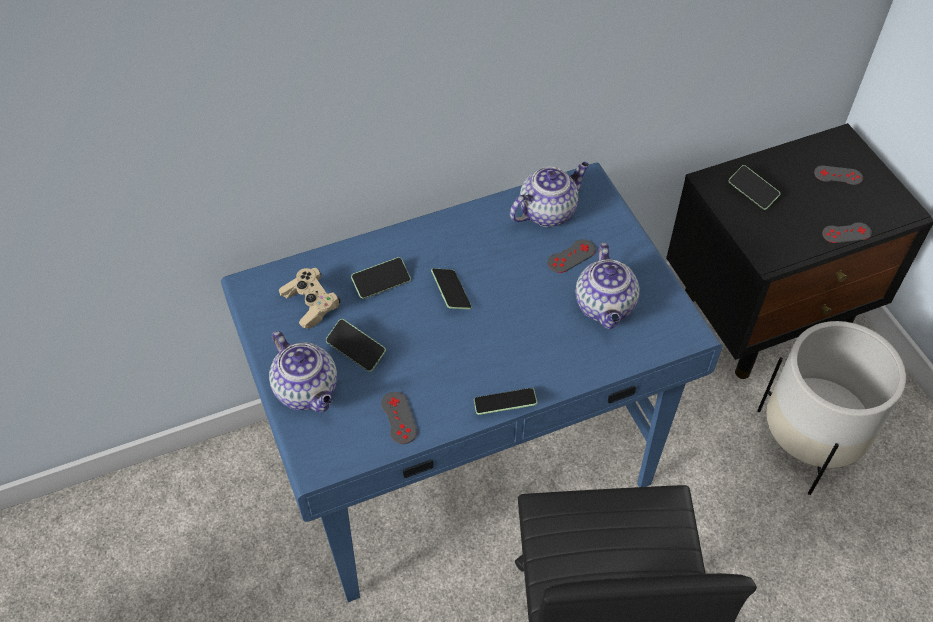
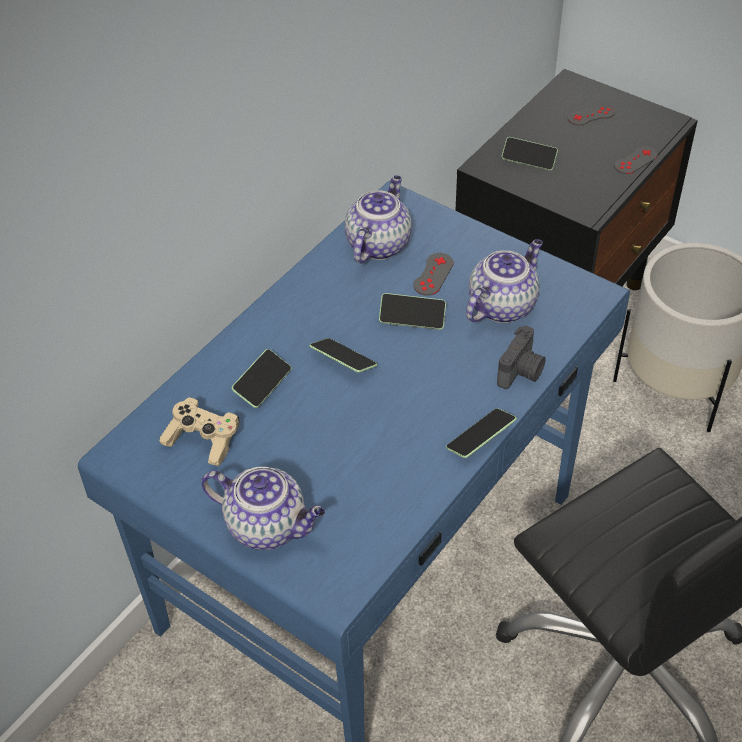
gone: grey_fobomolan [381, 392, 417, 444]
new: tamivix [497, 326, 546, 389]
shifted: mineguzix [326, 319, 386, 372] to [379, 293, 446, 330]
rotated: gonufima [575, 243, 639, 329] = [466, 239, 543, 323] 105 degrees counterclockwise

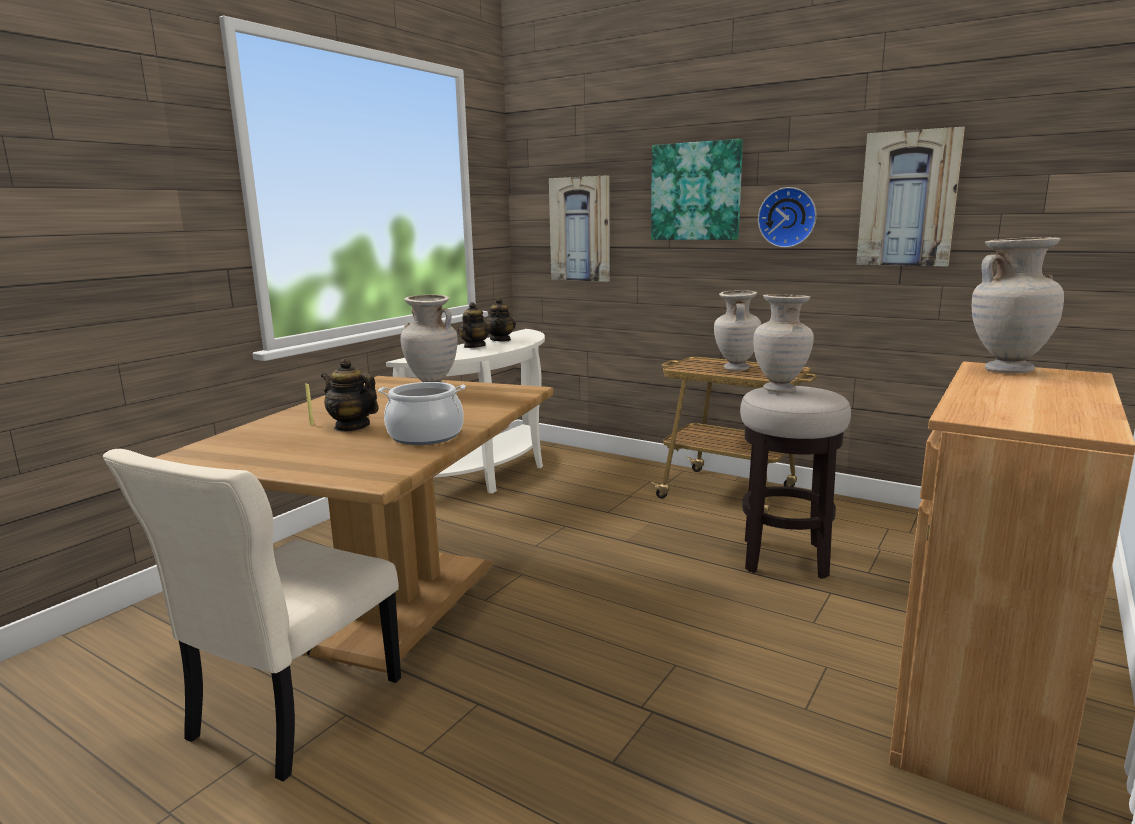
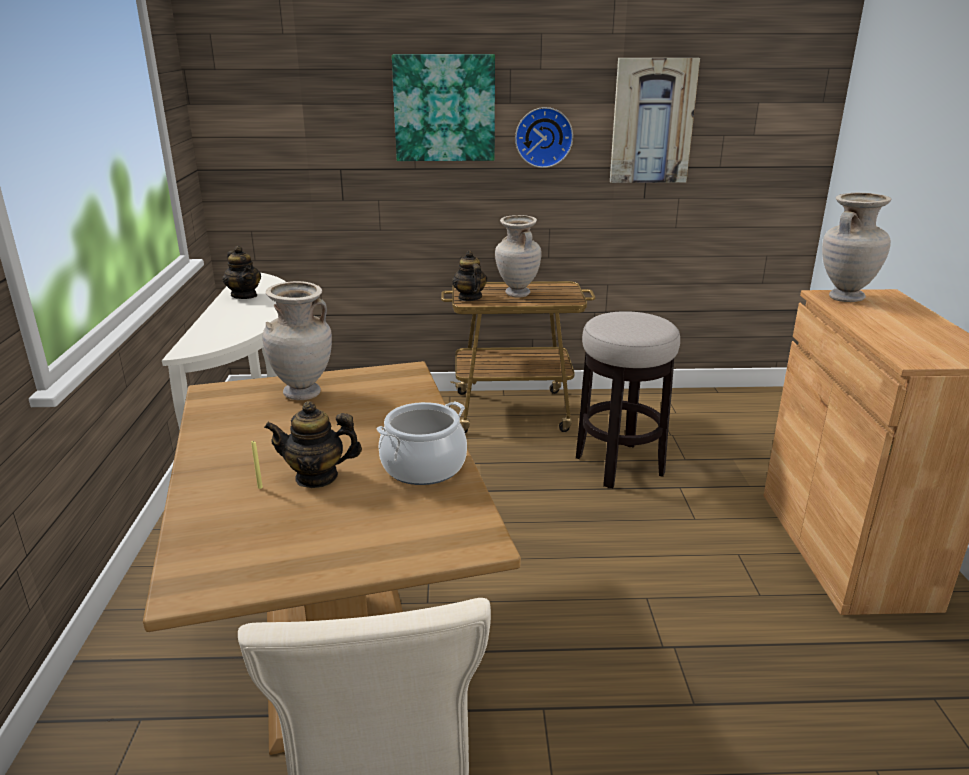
gone: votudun [549, 175, 610, 282]; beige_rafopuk [753, 294, 814, 393]
shifted: gonufima [458, 302, 490, 348] to [452, 250, 487, 301]

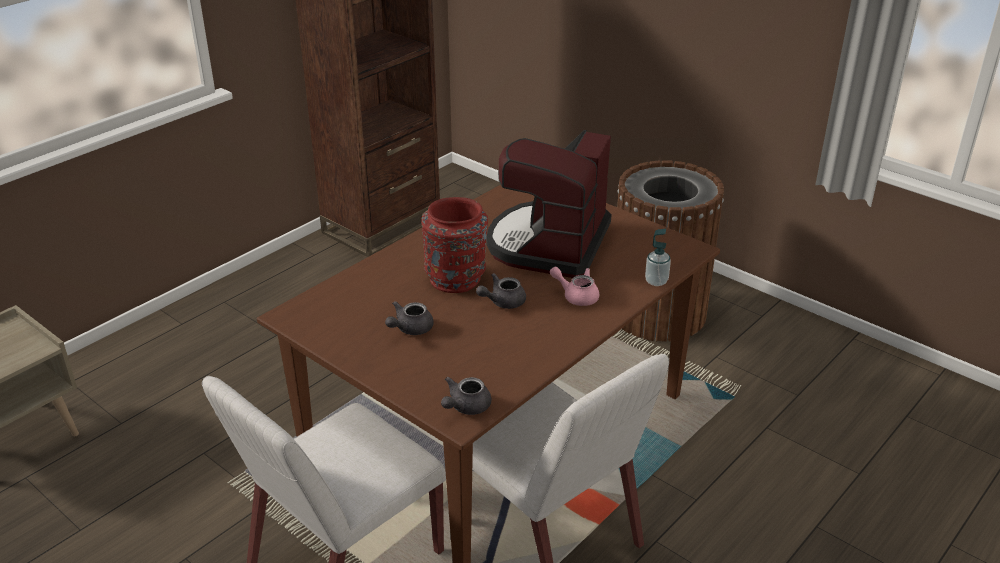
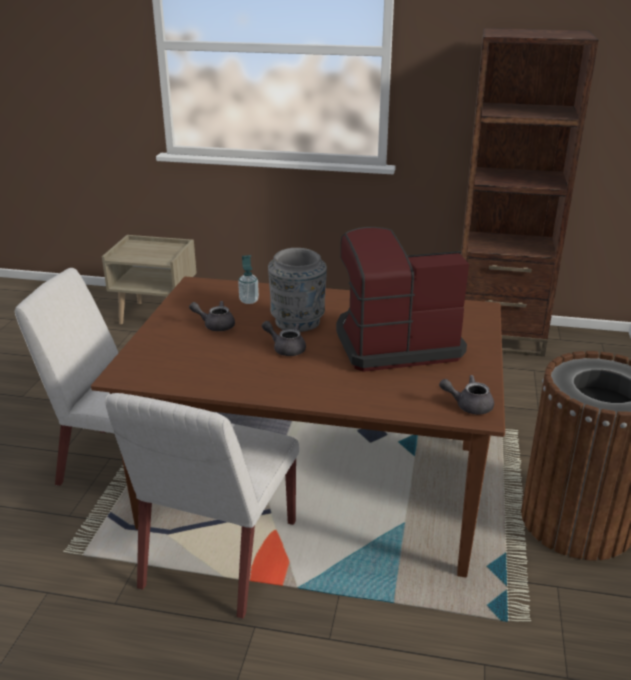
gone: pink_gonufima [550, 267, 599, 306]
shifted: grey_gonufima [441, 377, 491, 415] to [439, 375, 494, 415]; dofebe [645, 229, 671, 286] to [238, 255, 259, 304]
repainted: red_rafopuk [421, 197, 488, 293] to grey_rafopuk [268, 248, 327, 332]

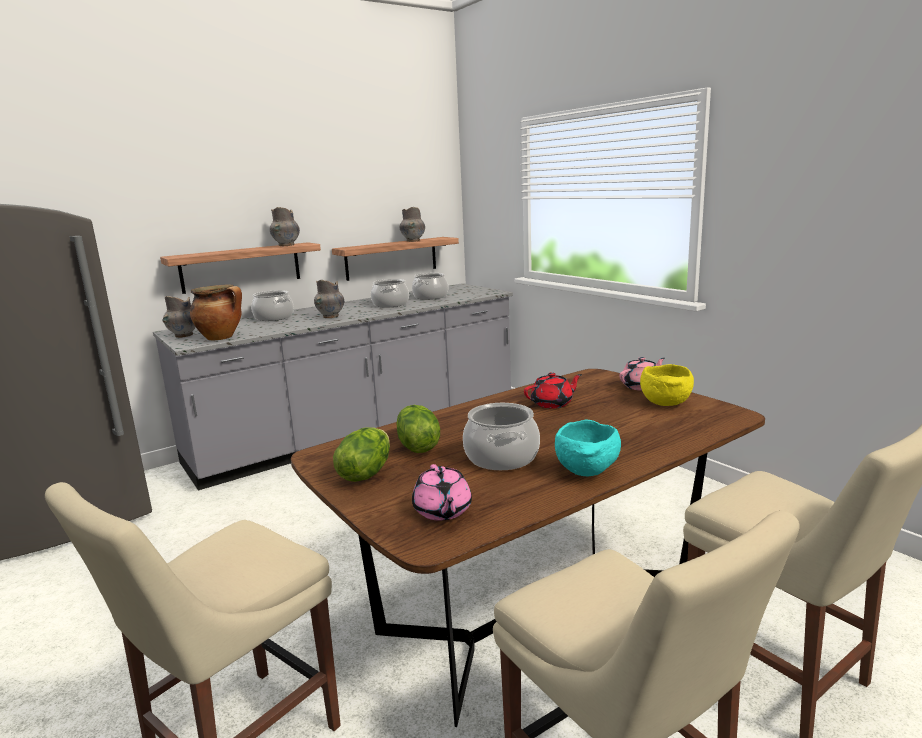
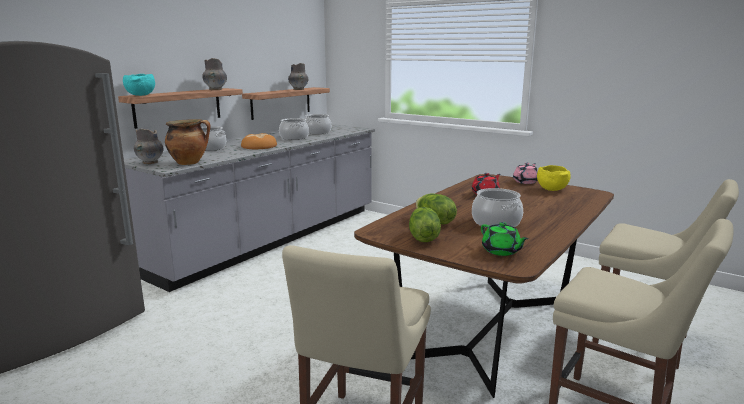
shifted: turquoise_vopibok [555, 420, 621, 476] to [123, 74, 155, 96]
swapped: grey_rafopuk [314, 280, 344, 318] to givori [241, 133, 277, 149]
repainted: pink_gonufima [412, 464, 472, 521] to green_gonufima [481, 222, 529, 256]

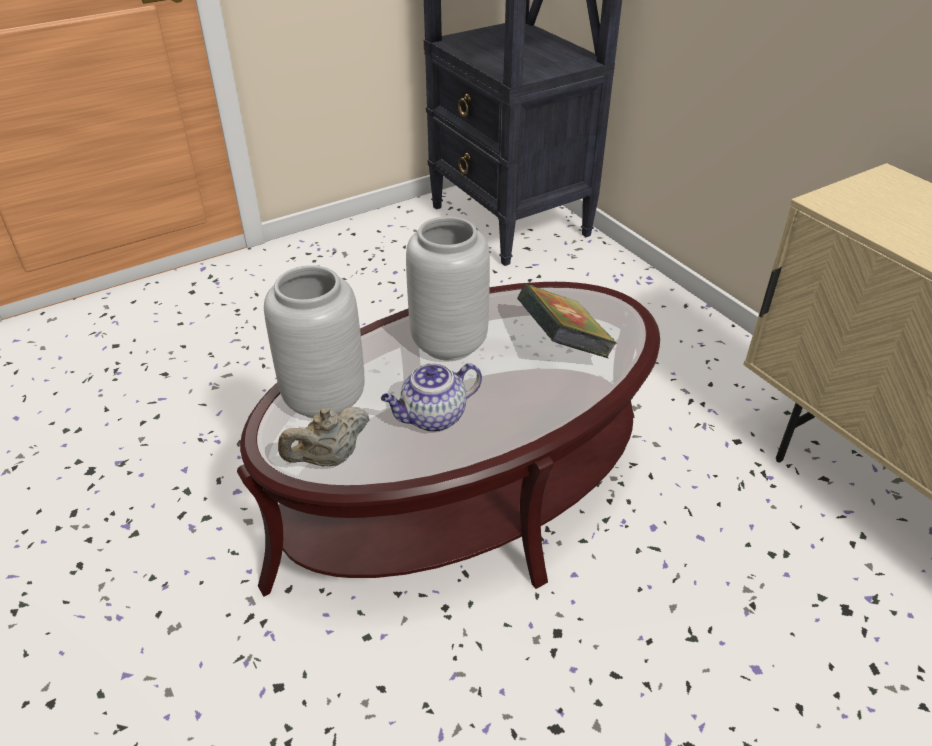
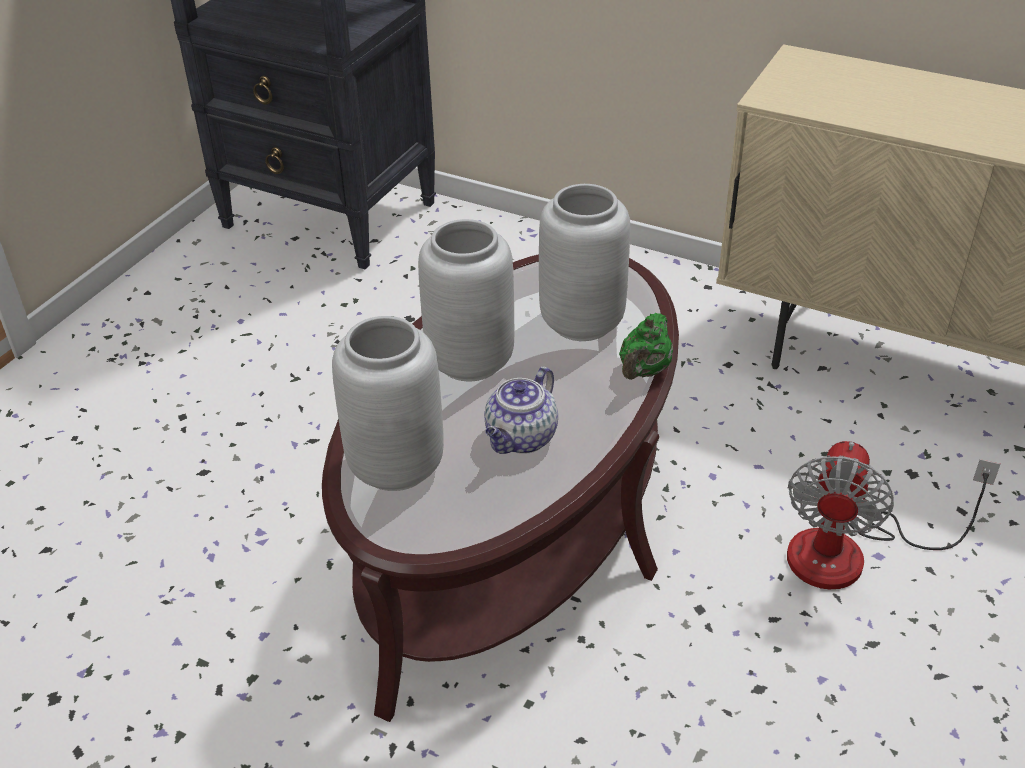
gone: beige_gonufima [278, 407, 369, 467]
new: green_gonufima [619, 313, 673, 380]; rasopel [787, 441, 1001, 589]
swapped: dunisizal [517, 284, 617, 358] to grey_rafopuk [539, 184, 630, 341]

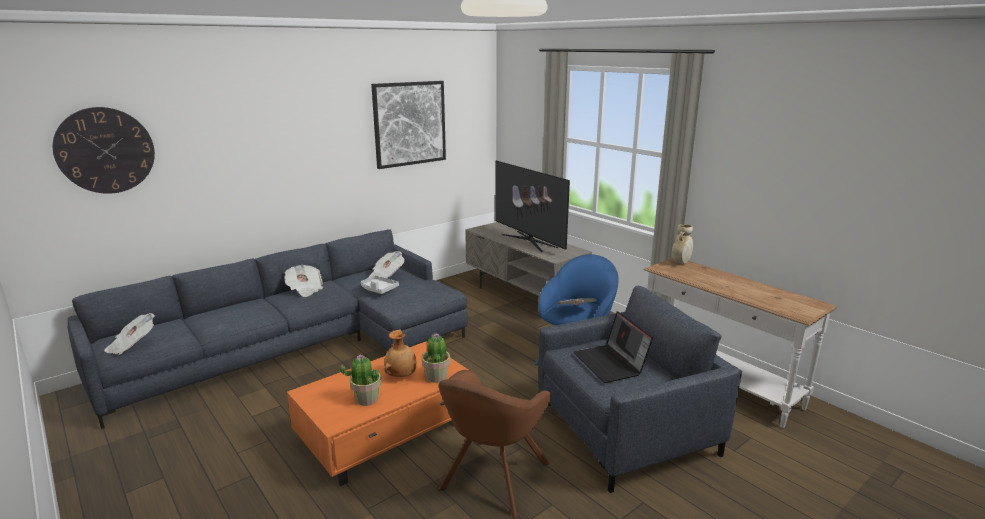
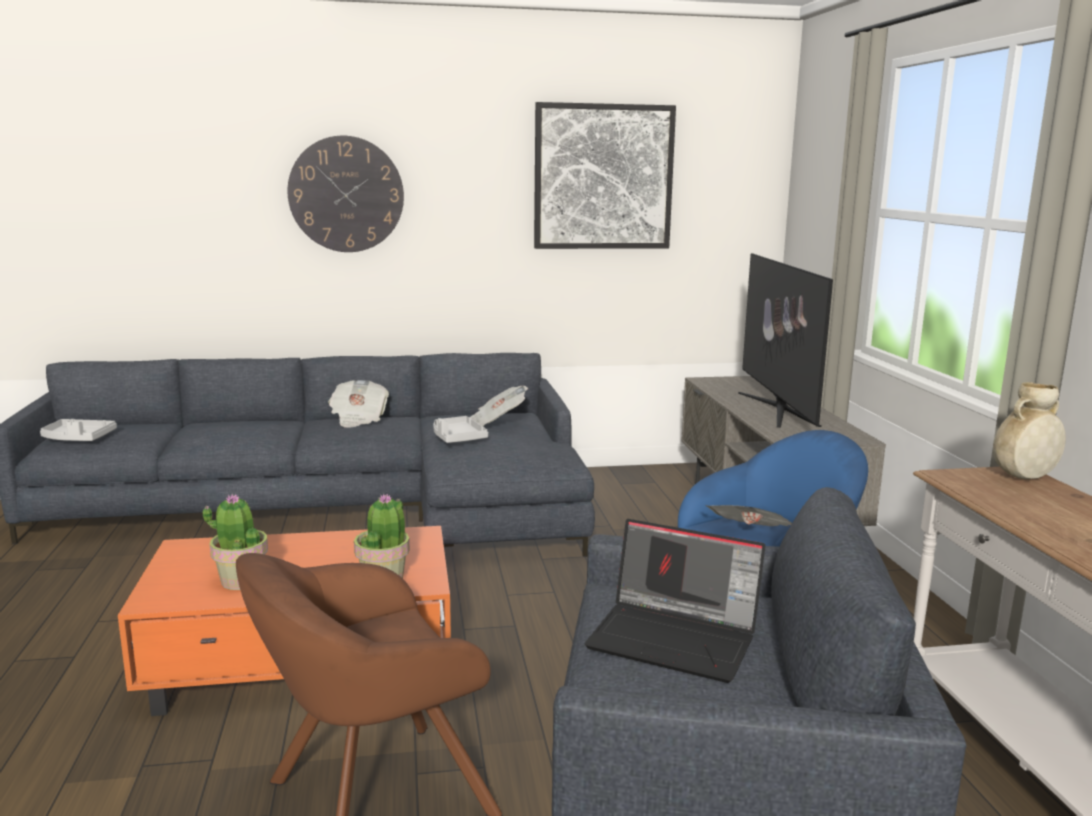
gone: brown_rafopuk [384, 330, 417, 377]
shifted: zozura [53, 107, 155, 194] to [287, 136, 404, 252]
swapped: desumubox [104, 313, 155, 355] to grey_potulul [40, 419, 117, 441]
rotated: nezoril [574, 311, 653, 383] = [585, 519, 765, 683] 75 degrees counterclockwise

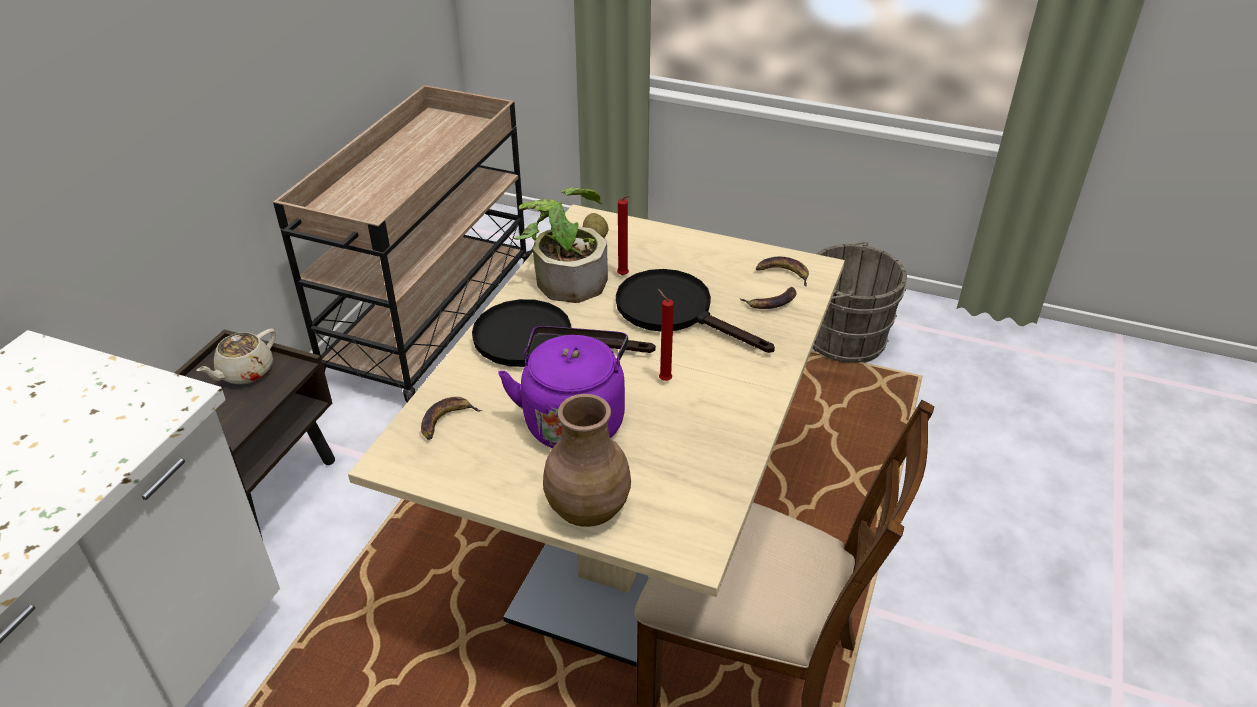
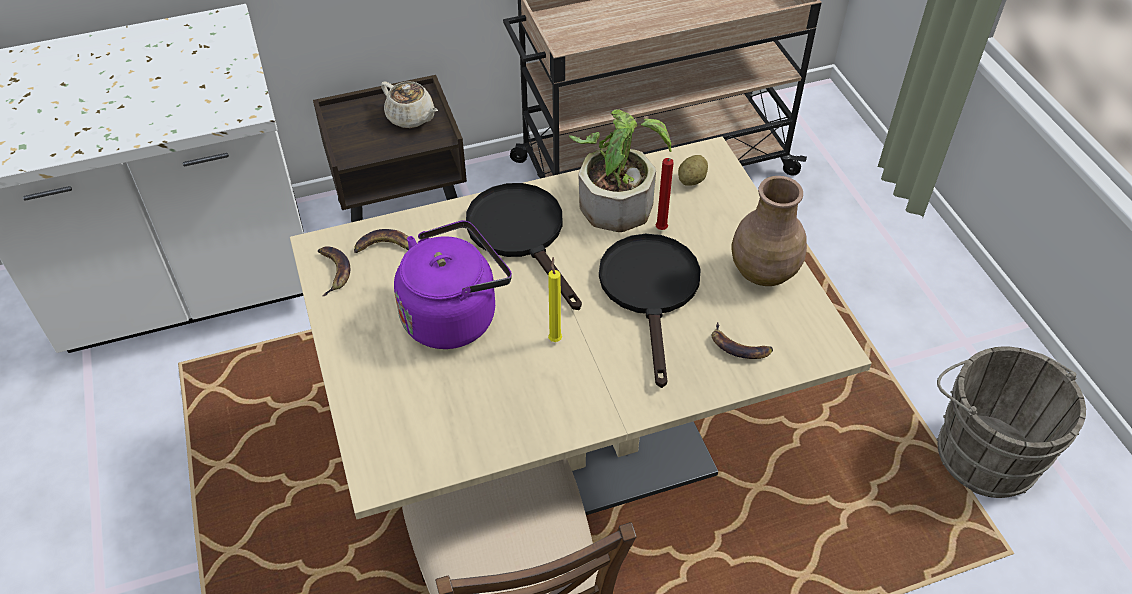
shifted: brown_rafopuk [543, 394, 631, 527] to [731, 176, 807, 286]; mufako [756, 256, 809, 287] to [318, 246, 350, 296]
repainted: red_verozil [658, 289, 674, 381] to yellow_verozil [548, 257, 562, 342]
rotated: beige_gonufima [196, 329, 276, 384] = [381, 81, 438, 128] 135 degrees counterclockwise

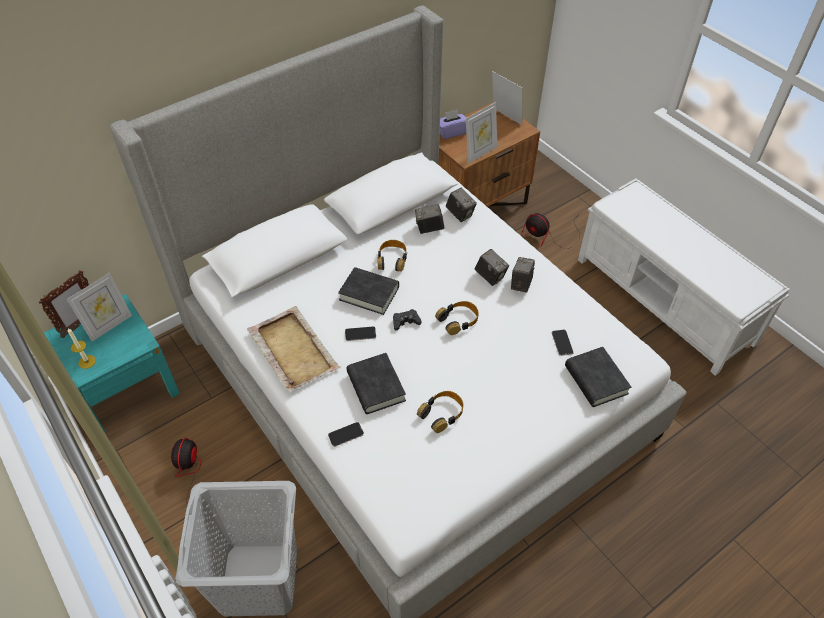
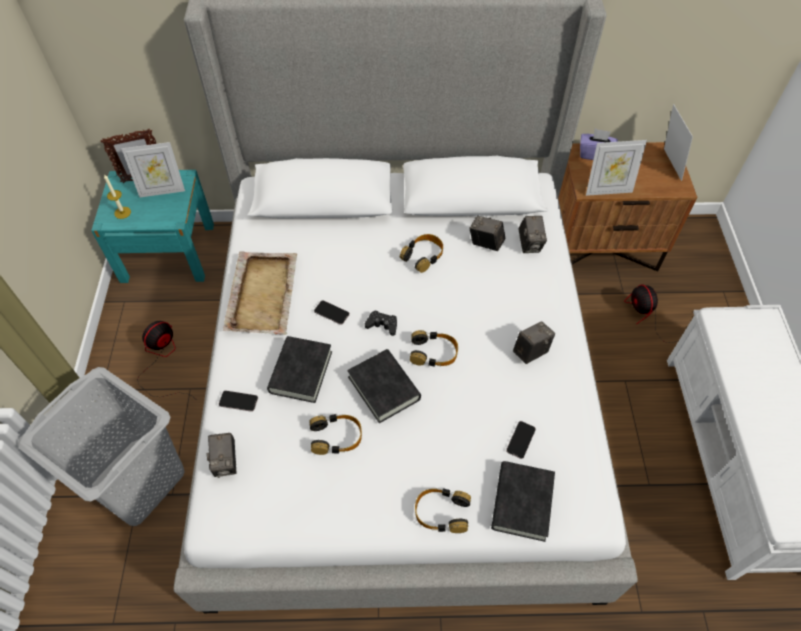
new: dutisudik [415, 488, 471, 533]
shifted: black_dunisizal [338, 267, 399, 315] to [347, 349, 421, 423]; tamivix [475, 249, 509, 286] to [206, 433, 237, 478]

